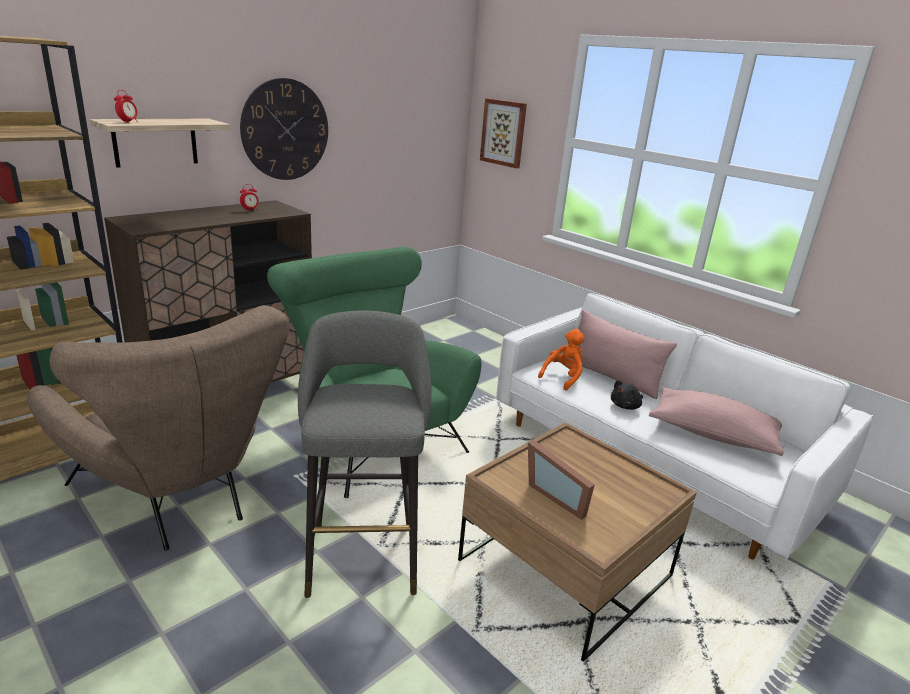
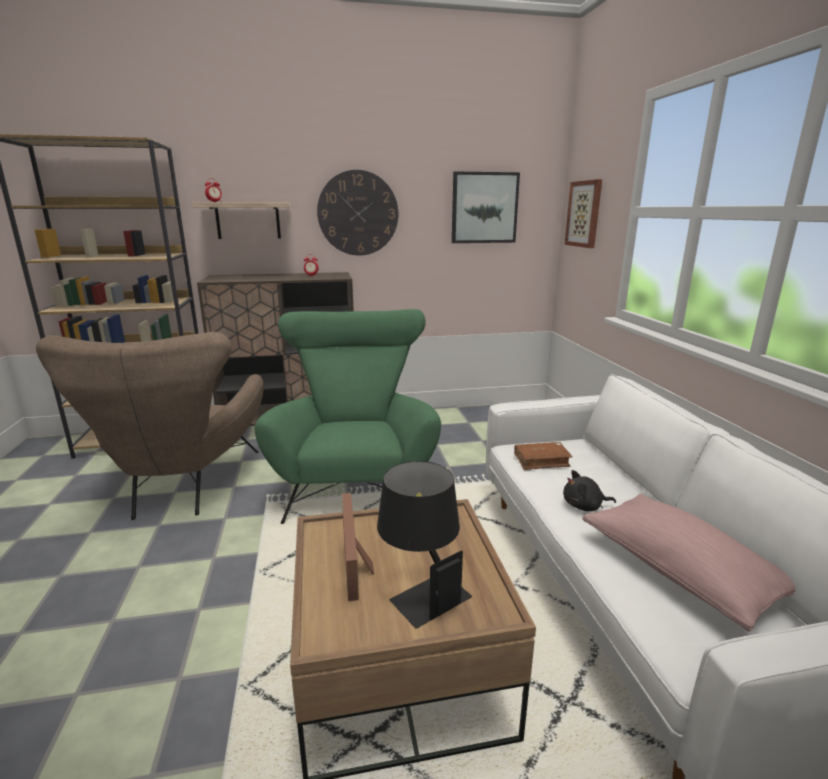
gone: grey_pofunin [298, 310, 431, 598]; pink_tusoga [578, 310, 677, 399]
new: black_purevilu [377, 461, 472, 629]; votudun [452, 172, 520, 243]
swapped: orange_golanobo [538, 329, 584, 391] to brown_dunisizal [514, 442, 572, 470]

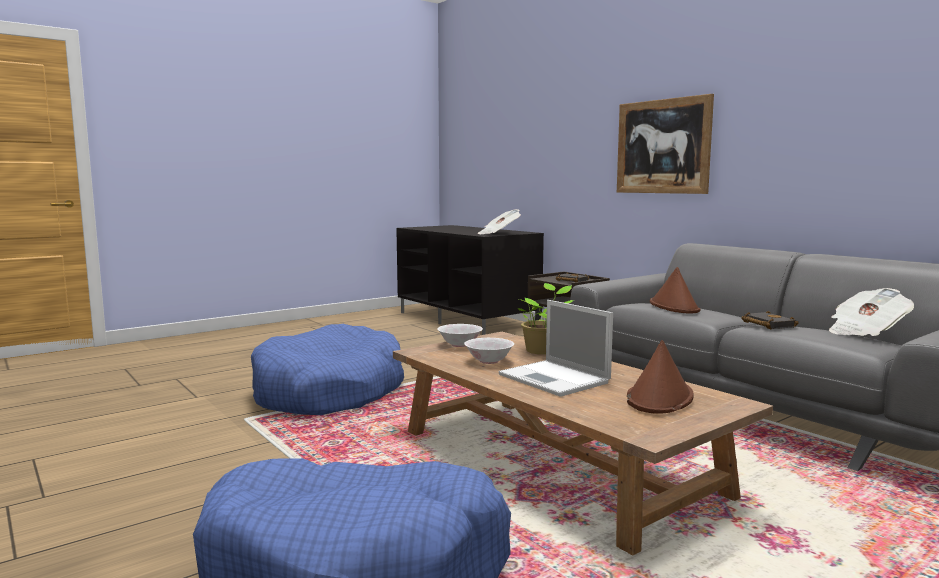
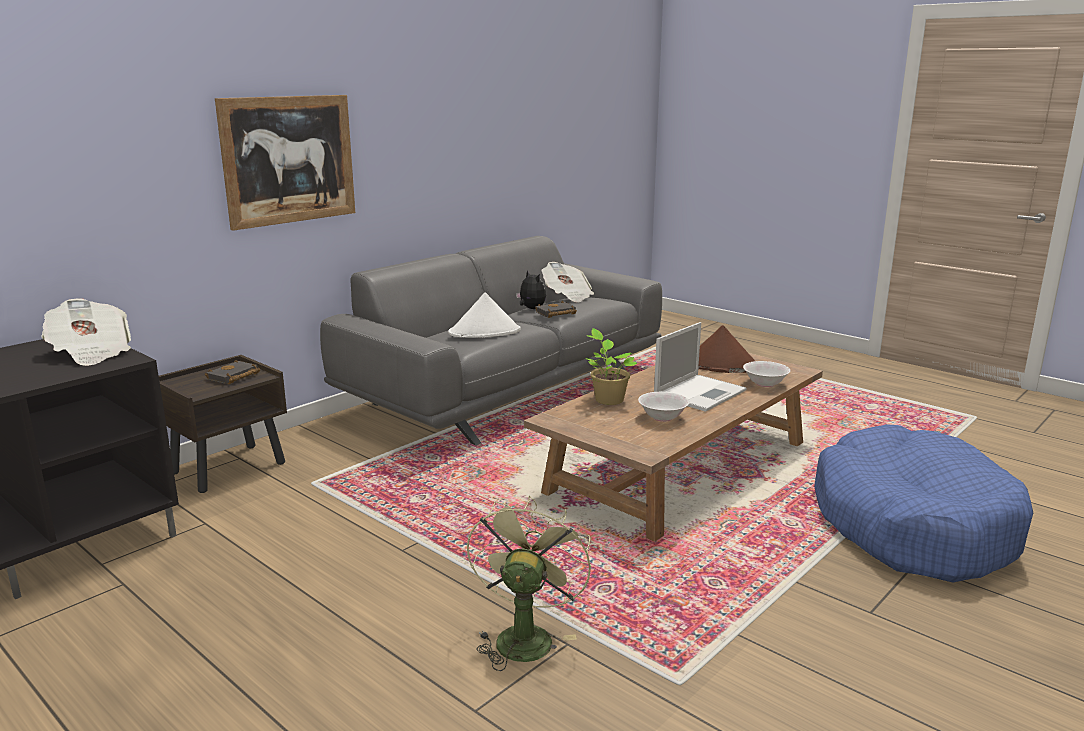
new: golanobo [516, 270, 546, 309]
shifted: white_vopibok [437, 324, 483, 347] to [743, 361, 790, 387]
swapped: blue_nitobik [251, 324, 404, 415] to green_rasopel [467, 496, 591, 671]
repainted: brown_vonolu [650, 267, 700, 313] to white_vonolu [448, 292, 521, 338]

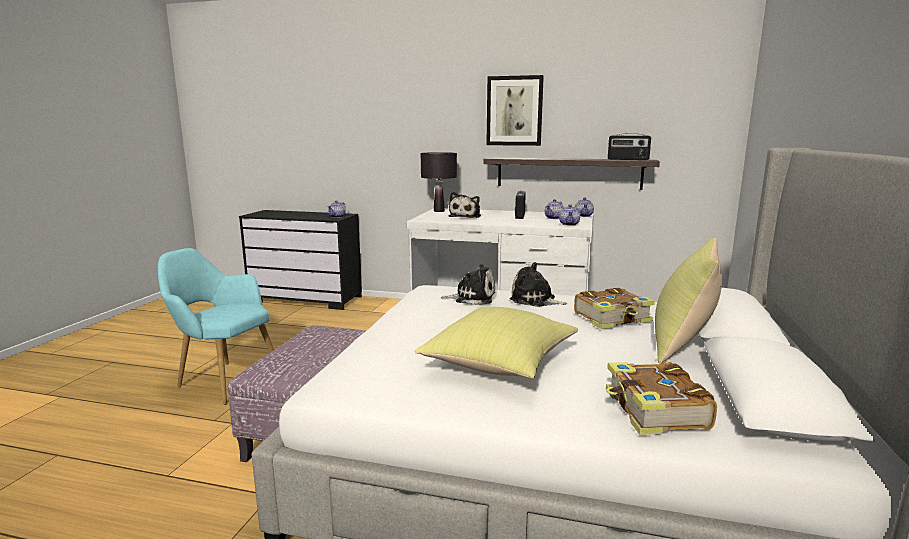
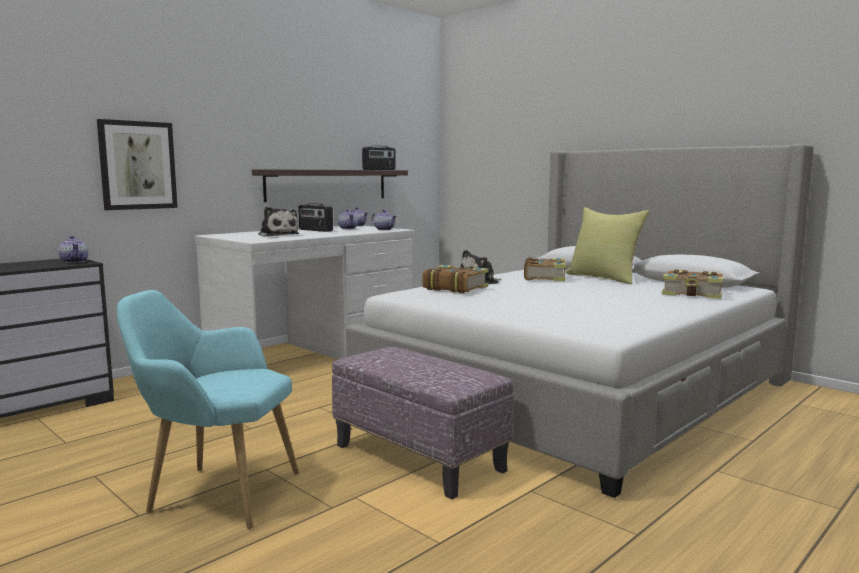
gone: yellow_tusoga [415, 307, 578, 379]; black_purevilu [421, 152, 457, 212]
shifted: votudun [486, 75, 544, 146] to [97, 119, 178, 210]
swapped: golanobo [440, 264, 495, 305] to dunisizal [422, 265, 488, 293]
rotated: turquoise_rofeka [158, 248, 274, 405] = [117, 290, 299, 529] 45 degrees clockwise

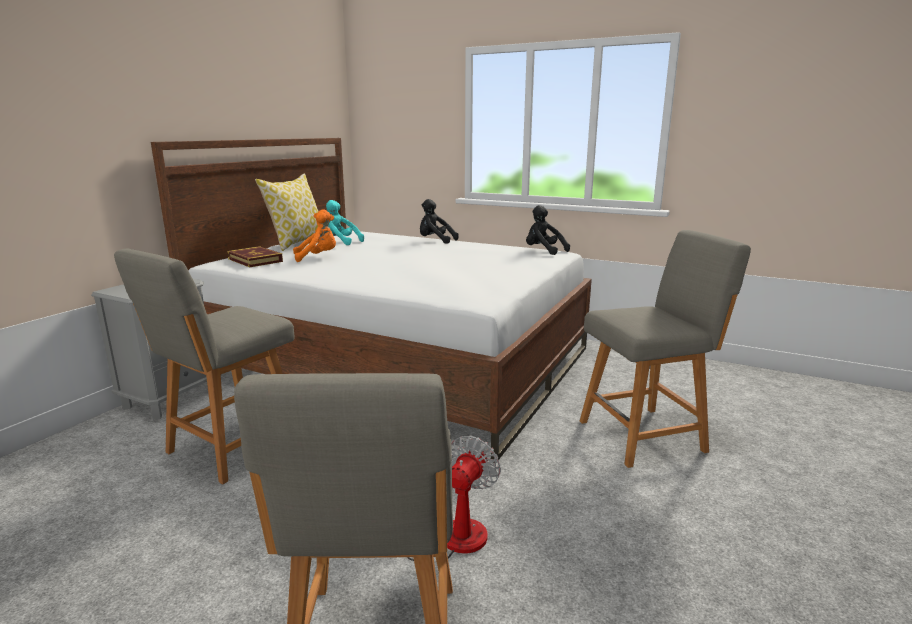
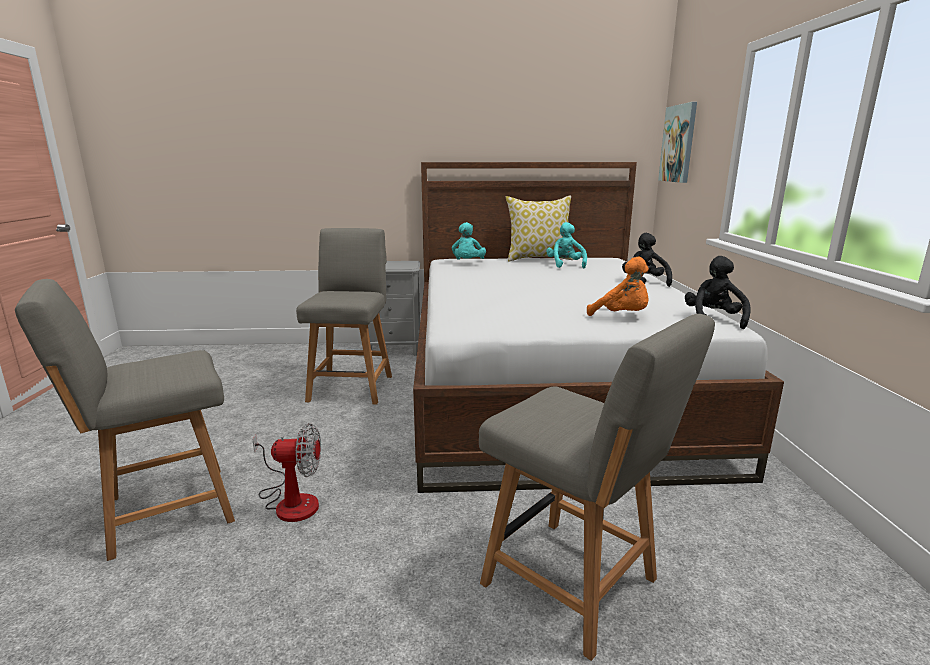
new: votudun [658, 102, 697, 183]
shifted: orange_golanobo [293, 209, 336, 262] to [587, 257, 649, 316]
swapped: dunisizal [227, 246, 283, 267] to turquoise_golanobo [452, 222, 486, 260]
rotated: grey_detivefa [114, 249, 295, 484] = [296, 228, 392, 405] 90 degrees clockwise

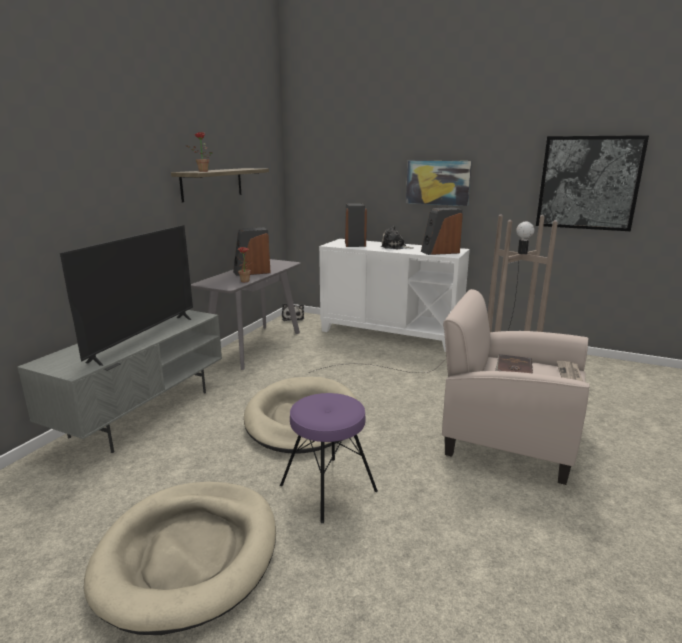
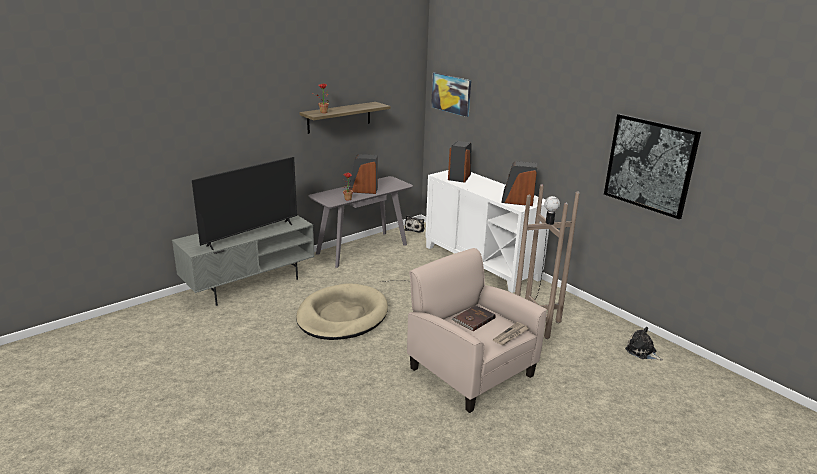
gone: beige_nitobik [84, 481, 276, 635]; purple_pofunin [280, 393, 378, 523]
shifted: golanobo [381, 225, 413, 249] to [625, 327, 663, 361]; votudun [406, 160, 472, 206] to [431, 72, 471, 117]

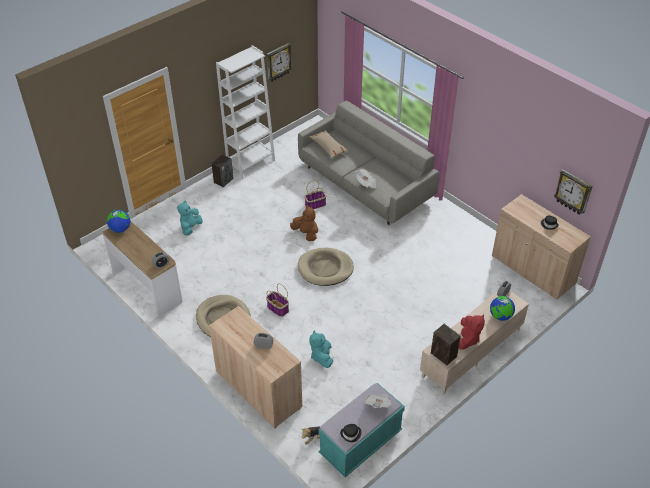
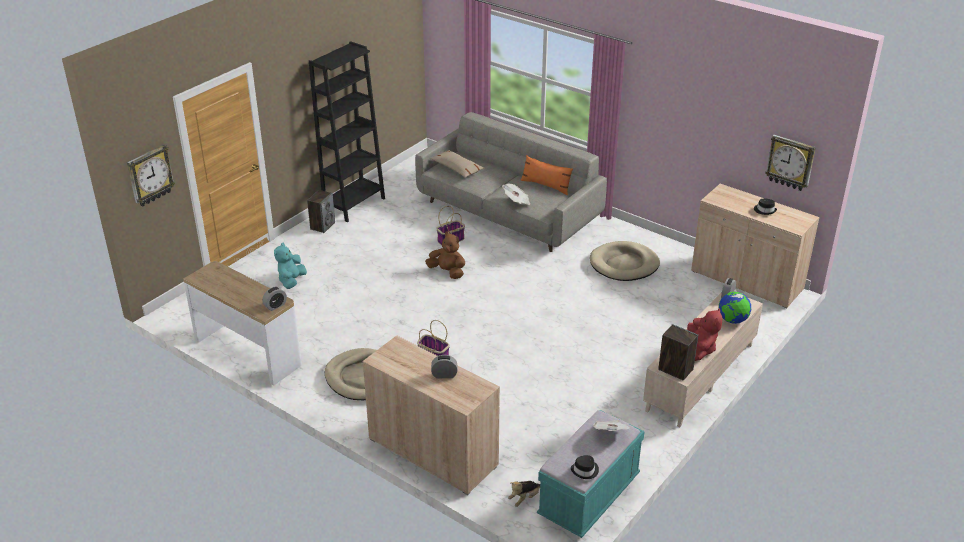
gone: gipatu [107, 210, 130, 233]; turquoise_golanobo [309, 330, 333, 368]
new: orange_tusoga [520, 155, 573, 195]
shifted: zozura [267, 43, 292, 82] to [127, 145, 175, 207]; beige_nitobik [298, 248, 354, 286] to [590, 241, 660, 281]
repainted: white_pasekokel [216, 45, 275, 179] to black_pasekokel [309, 41, 385, 222]

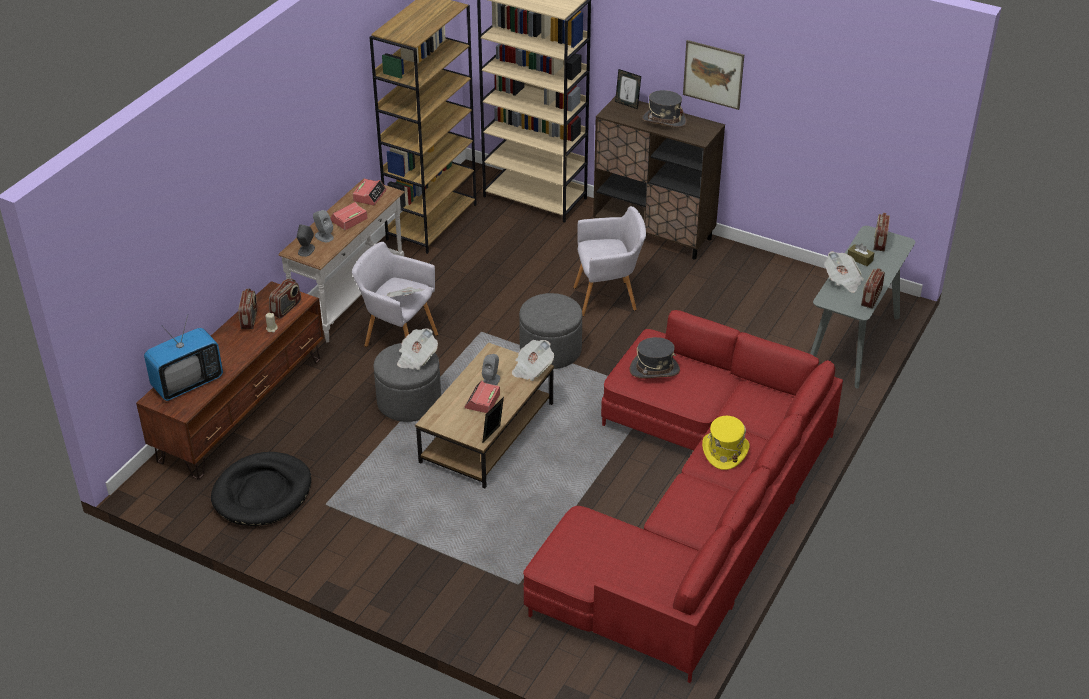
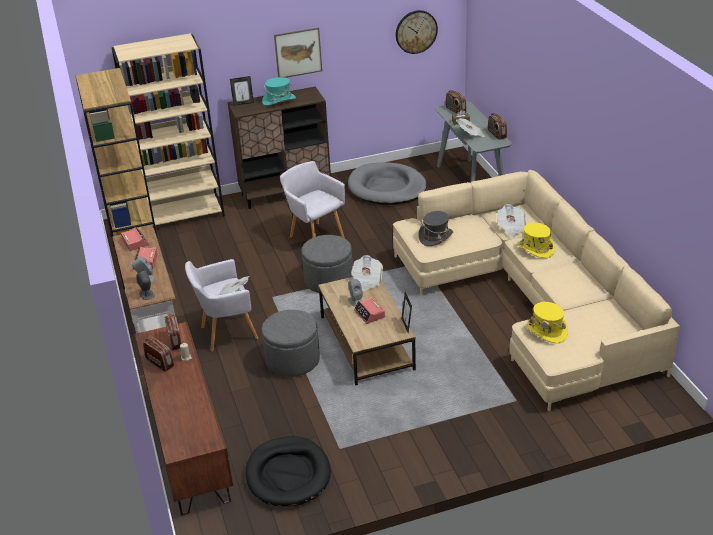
gone: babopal [144, 314, 223, 401]
new: grey_nitobik [348, 162, 427, 205]; zozura [396, 10, 438, 54]; yellow_vonolu [527, 302, 568, 343]
shifted: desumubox [397, 328, 438, 370] to [497, 204, 527, 237]
repainted: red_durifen [523, 310, 843, 683] to beige_durifen [393, 170, 680, 411]; grey_vonolu [642, 90, 687, 128] to turquoise_vonolu [262, 77, 296, 106]
rotated: grey_rofeka [573, 206, 646, 316] = [280, 161, 345, 238] 75 degrees counterclockwise

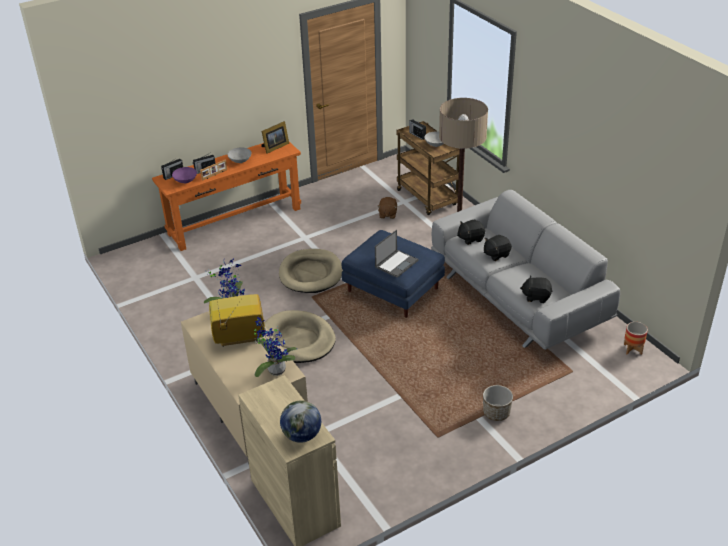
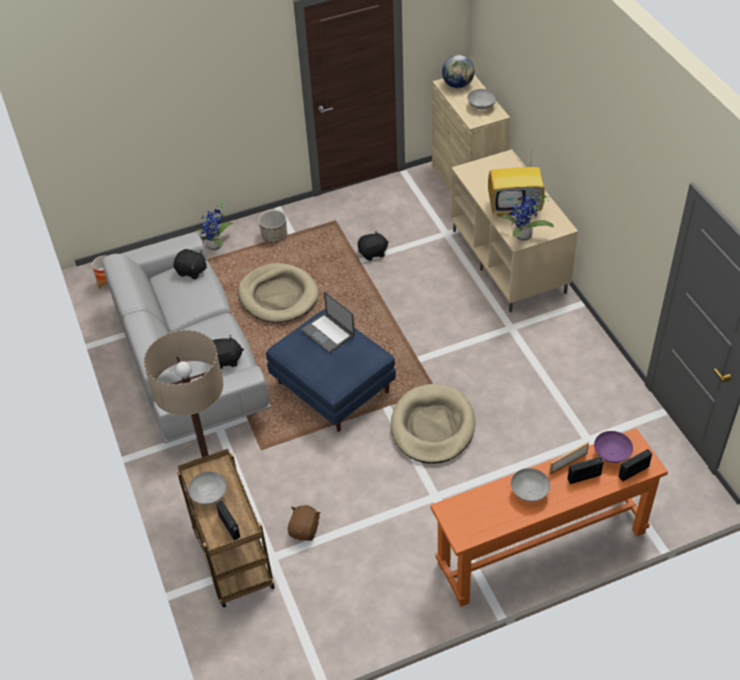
gone: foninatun [262, 121, 289, 154]
new: grey_vopibok [467, 89, 497, 110]
shifted: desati [254, 316, 297, 377] to [196, 199, 234, 250]; beige_nitobik [264, 310, 336, 363] to [238, 263, 319, 323]; black_golanobo [484, 235, 512, 261] to [358, 231, 389, 261]
rotated: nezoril [375, 230, 419, 278] = [301, 291, 355, 354] 90 degrees counterclockwise

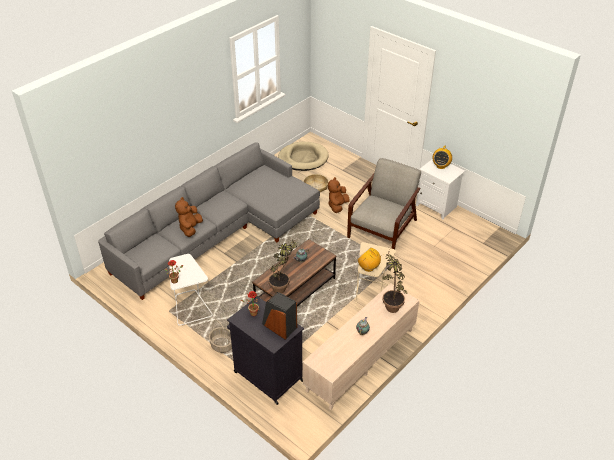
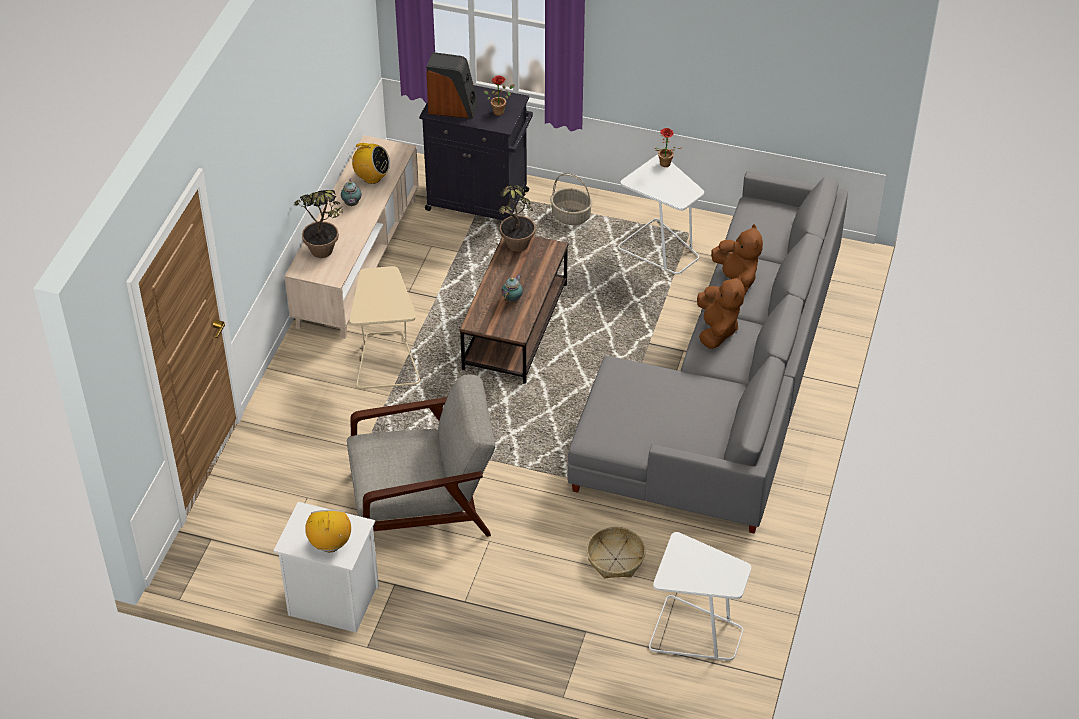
shifted: brown_golanobo [328, 177, 350, 213] to [697, 275, 744, 349]; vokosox [358, 247, 384, 272] to [348, 143, 390, 184]
swapped: beige_nitobik [278, 142, 329, 171] to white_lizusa [649, 532, 751, 660]
rotated: grey_rofeka [347, 158, 421, 249] = [347, 375, 495, 537] 105 degrees counterclockwise

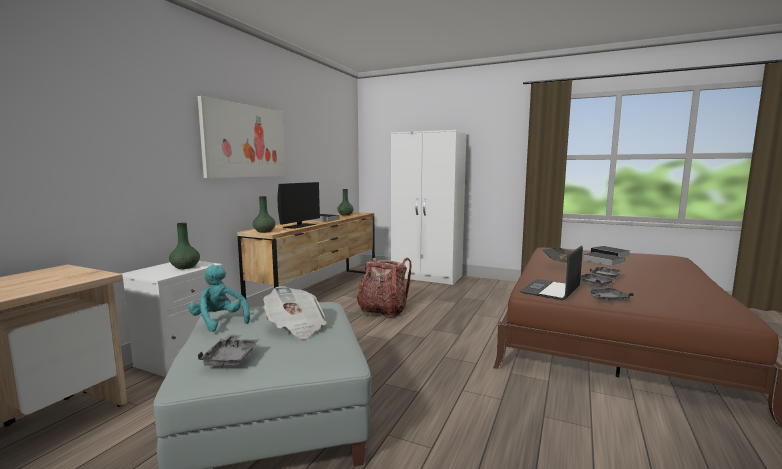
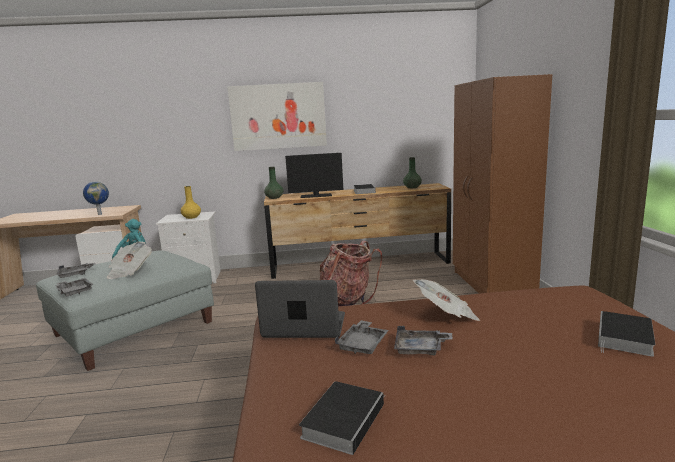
new: gipatu [83, 182, 109, 215]
shifted: dunisizal [583, 252, 625, 266] to [299, 381, 385, 455]; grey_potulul [587, 287, 634, 301] to [56, 278, 93, 297]
repainted: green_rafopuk [169, 223, 200, 269] to yellow_rafopuk [181, 186, 201, 219]; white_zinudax [391, 130, 466, 285] to brown_zinudax [453, 74, 552, 294]

